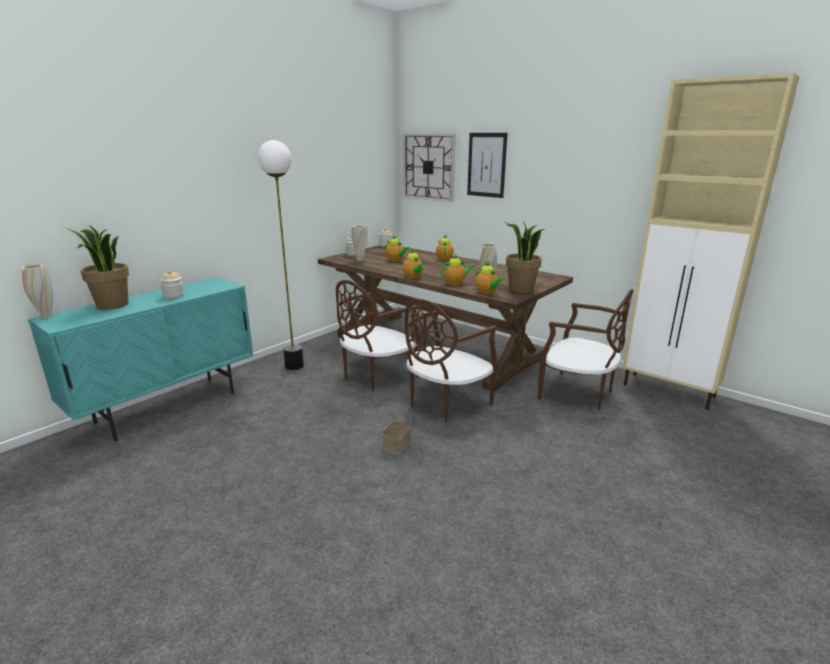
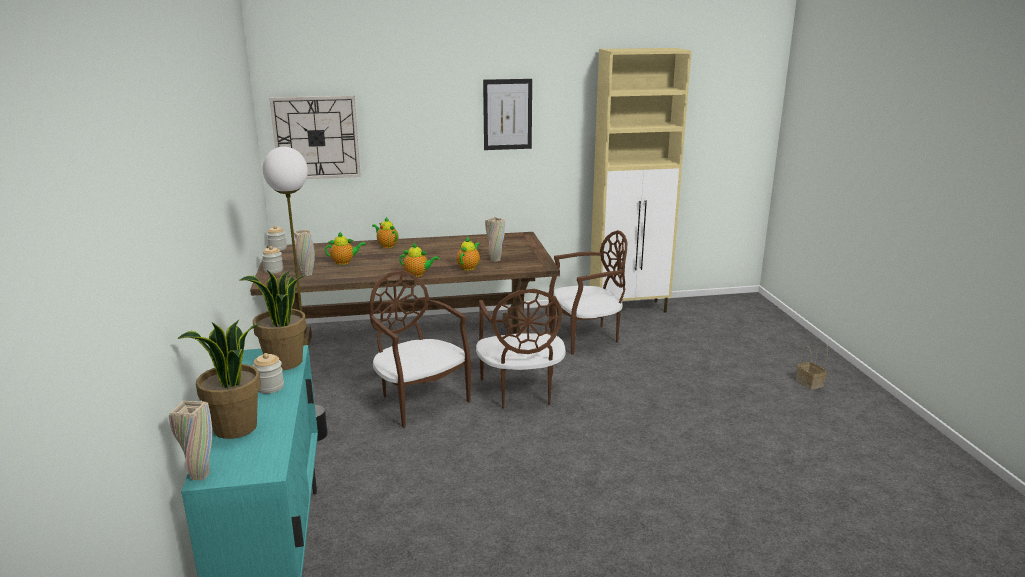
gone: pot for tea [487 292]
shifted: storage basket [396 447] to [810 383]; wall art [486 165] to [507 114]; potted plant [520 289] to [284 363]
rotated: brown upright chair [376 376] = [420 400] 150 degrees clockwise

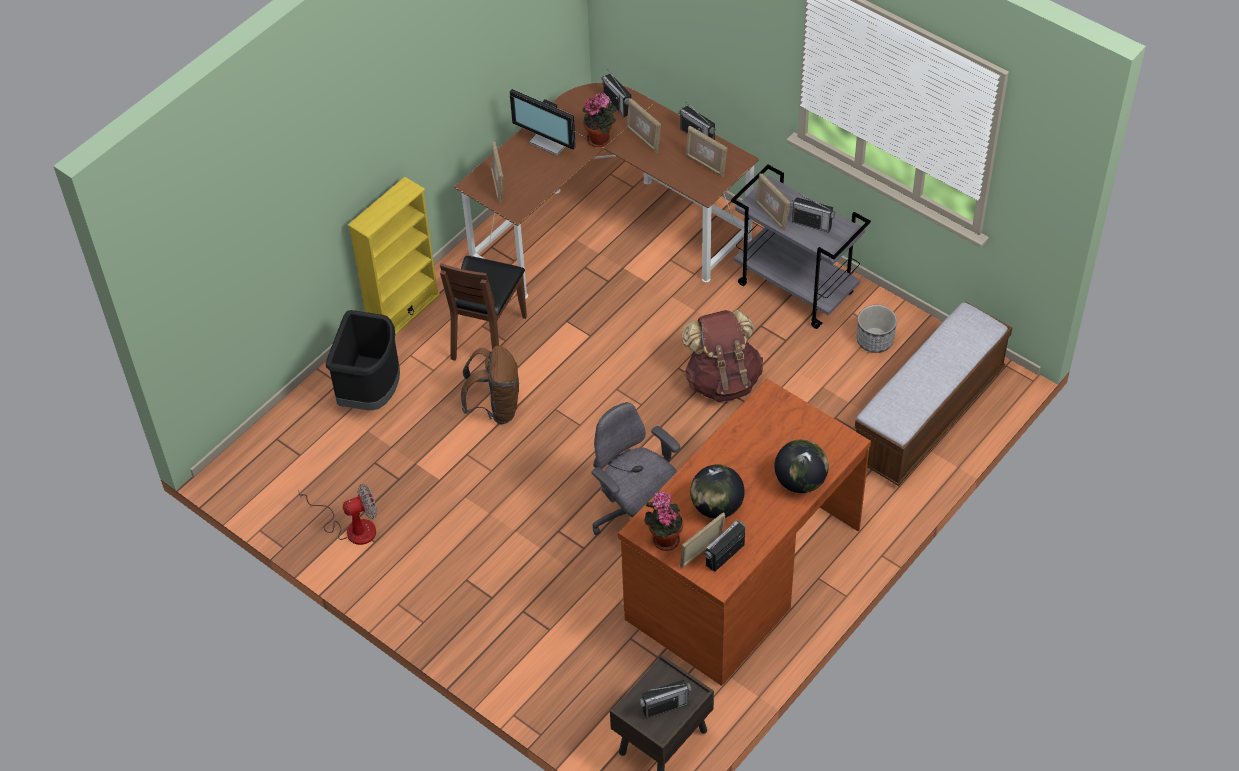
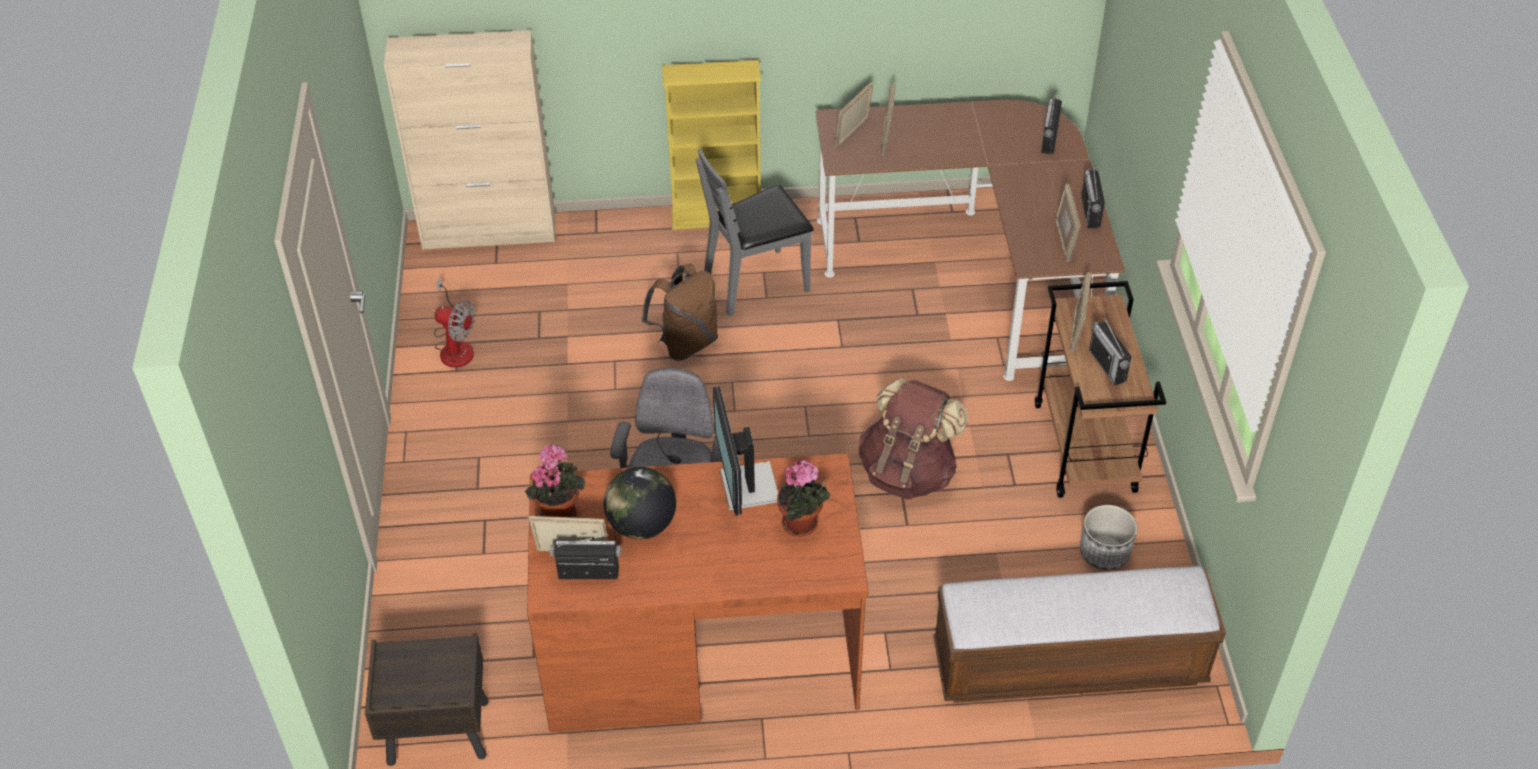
gone: black waste bin [371 392]; radio [665 706]; globe [800 481]
new: sand-coloured cupboard [490 232]
shifted: monitor [551 140] to [746 487]; potted plant [600 139] to [802 525]; picture frame [643 138] to [887 137]
repainted: brown upright chair [487 336] to grey upright chair [756 283]; grey wheeled cart [796 288] to brown wheeled cart [1086 448]

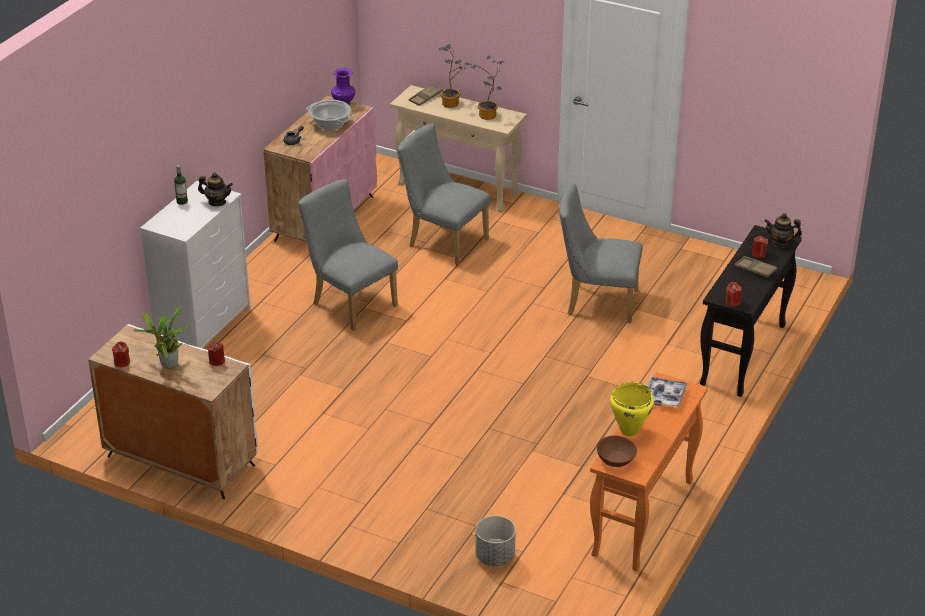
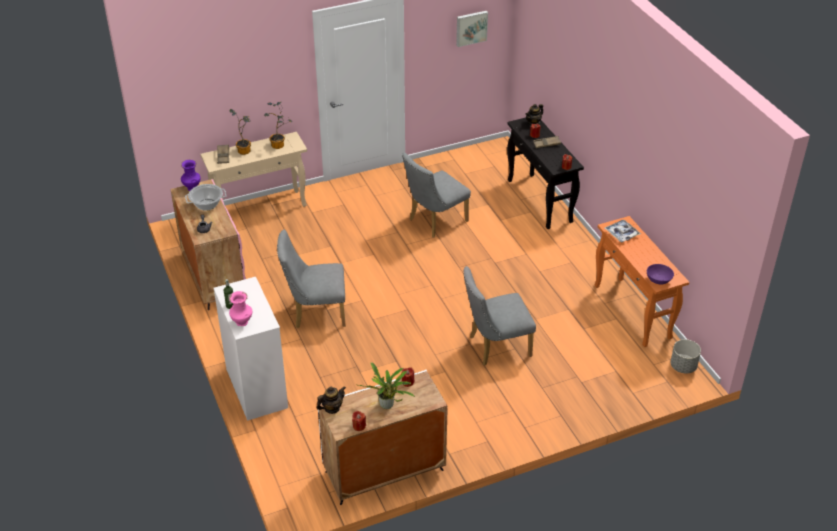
gone: yellowish saucepot [629 431]
new: pink-coloured decorative vase [242 323]; wall art [471 28]
shifted: pot for tea [217 202] to [332 408]; grey upright chair [443 241] to [495 347]; grey flower pot [494 557] to [683 366]
repainted: brown bowl [616 460] to purple-coloured bowl [658 279]

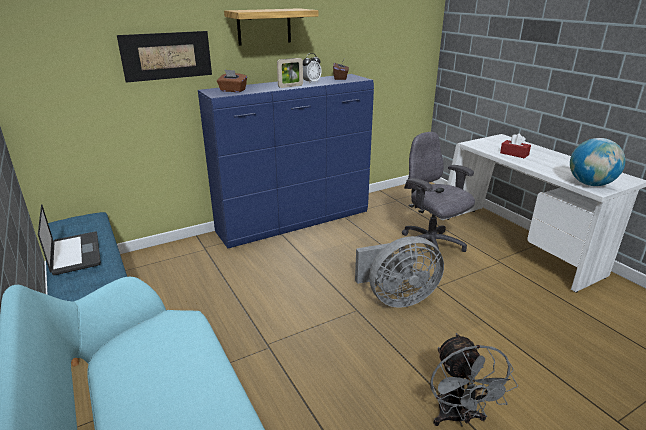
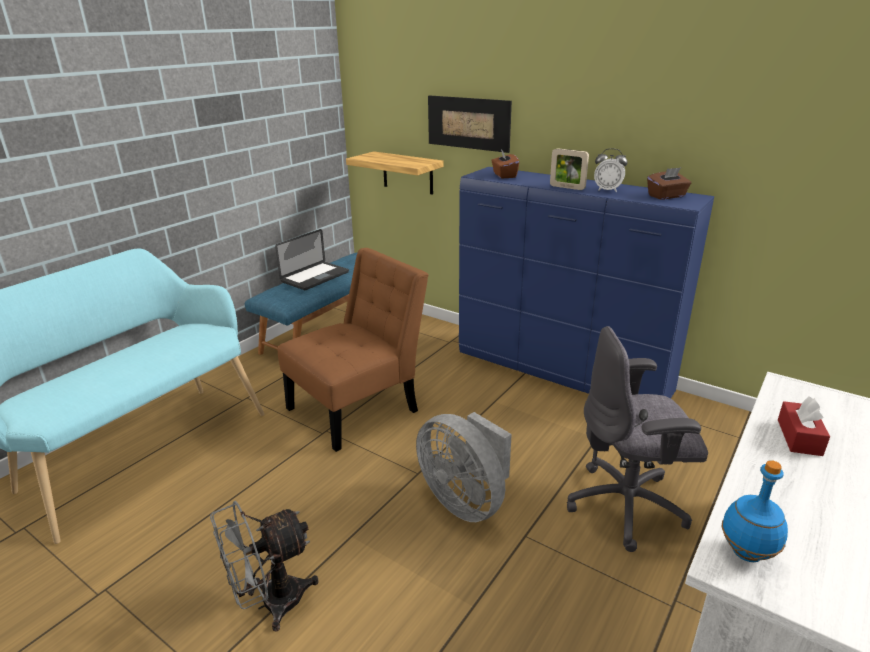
new: brown upright chair [358 407]
shifted: shelf [264 26] to [407 173]
swapped: globe [590 184] to bluish beverage bottle [746 553]
rotated: grey desk chair [430 247] = [628 506] 120 degrees counterclockwise

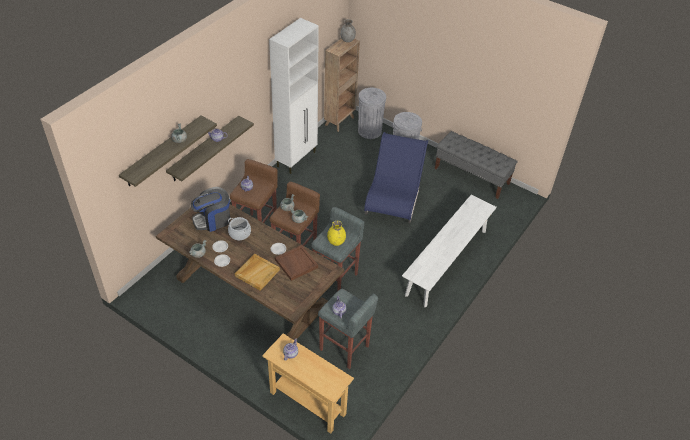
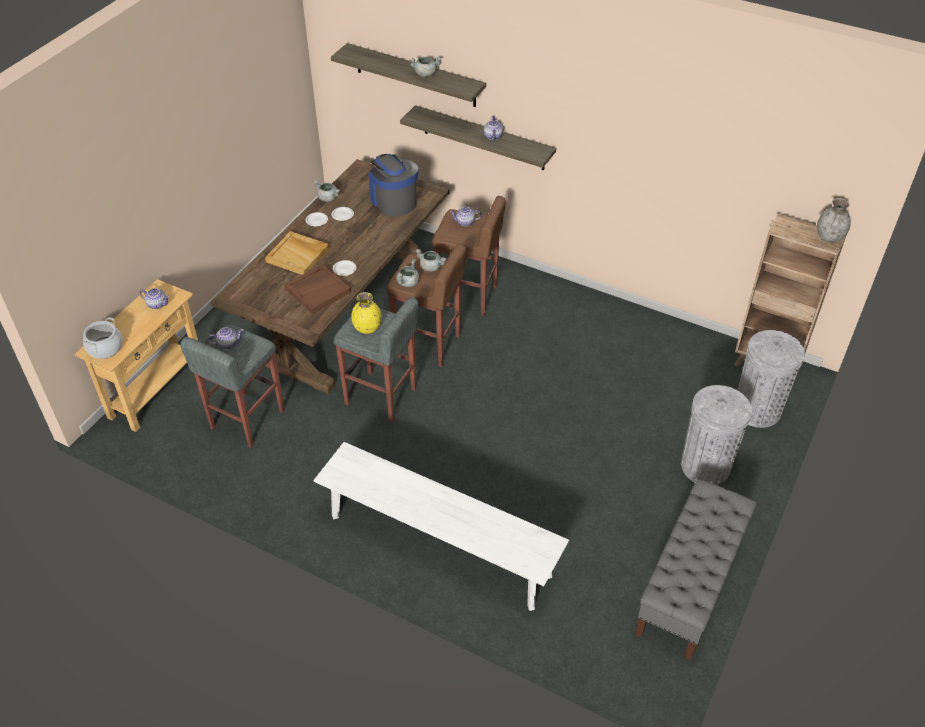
gone: white cupboard [296 159]; bluish upright chair [393 200]
shifted: saucepot [239 233] to [105 348]

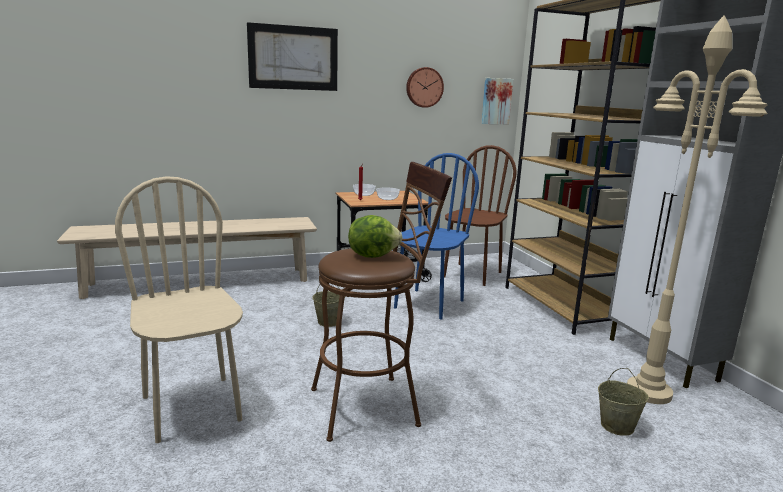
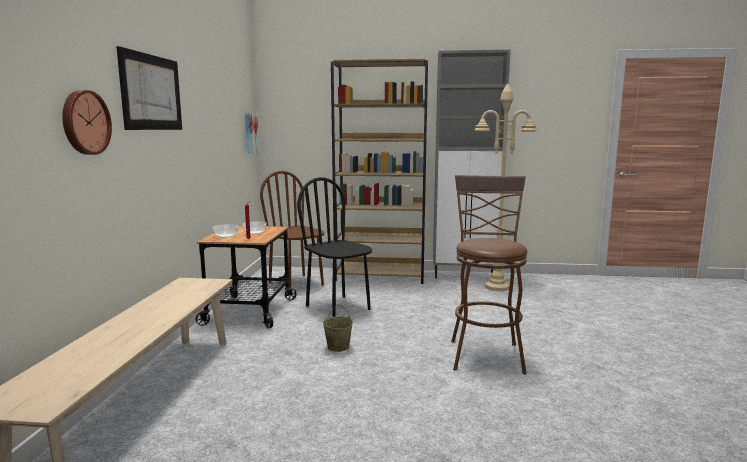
gone: sand-coloured upright chair [192 408]; lettuce head [372 255]; sand-coloured pail [617 426]
shifted: hanging clock [424 87] to [84 122]
repainted: bluish upright chair [428 304] to black upright chair [338 307]

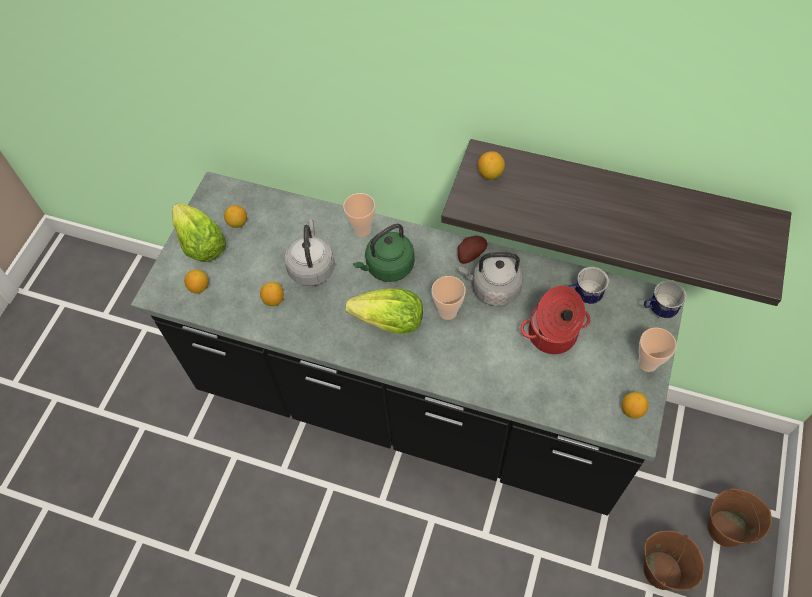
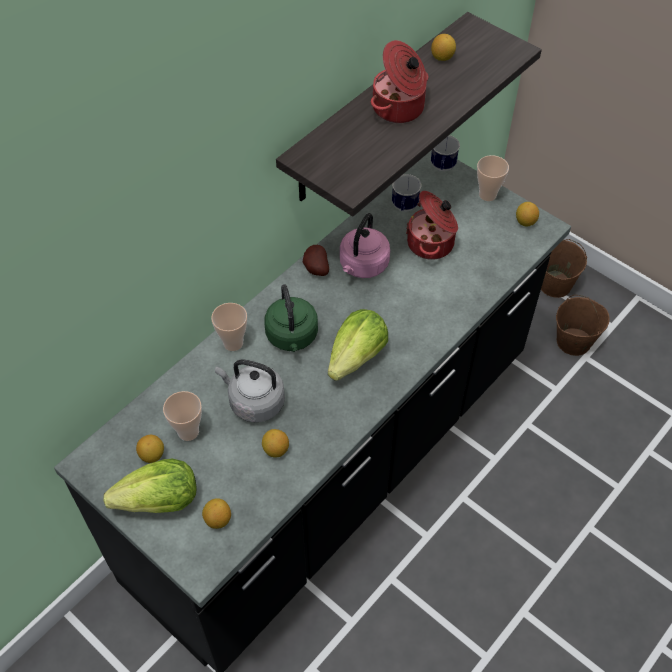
new: saucepot [399 108]
shifted: drinking cup [447 311] to [188 431]; citrus fruit [490 174] to [442 57]
repainted: grey kettle [493 289] to pink-coloured kettle [362 266]

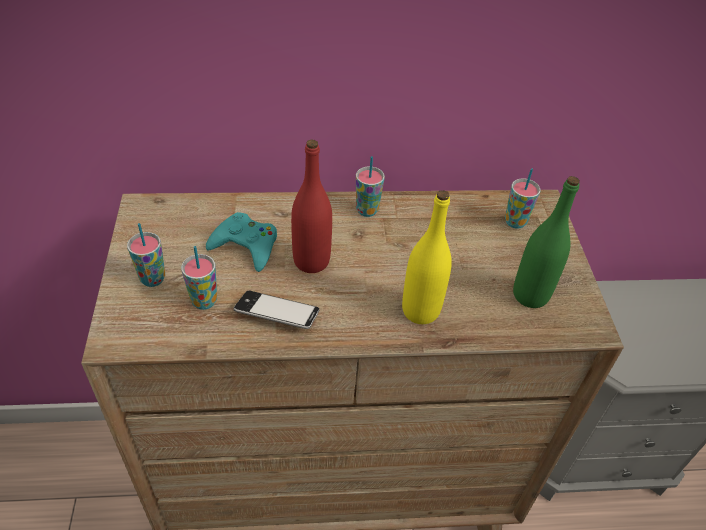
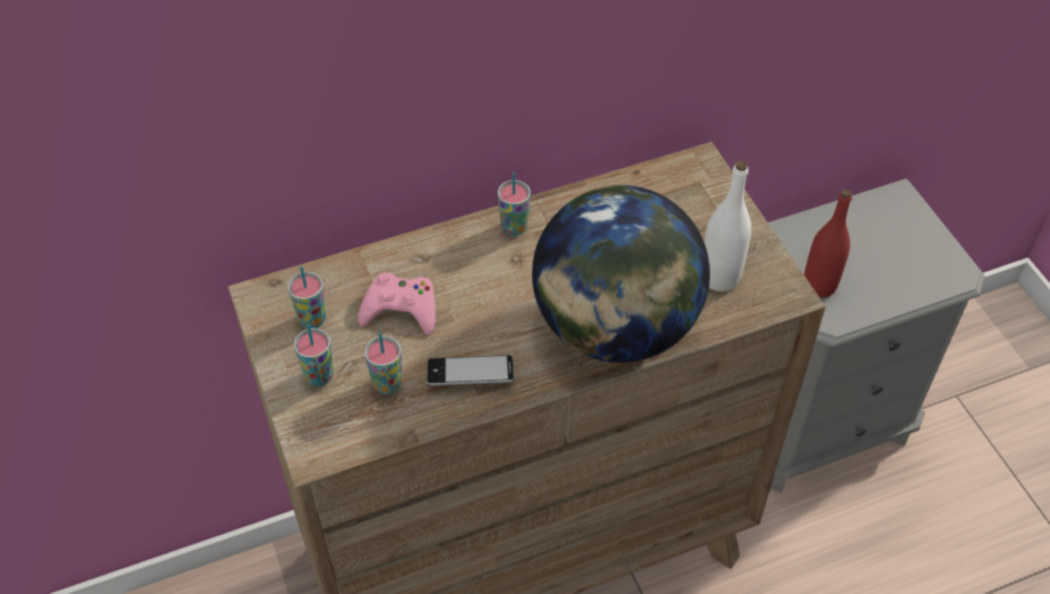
shifted: reddish beverage bottle [311 261] to [819 285]; drinking cup [515 222] to [312 319]
swapped: yellowish beverage bottle [420 310] to globe [615 327]
repainted: blue-green joypad [246 246] to pink-coloured joypad [401 309]; greenish beverage bottle [530 295] to white beverage bottle [720 277]

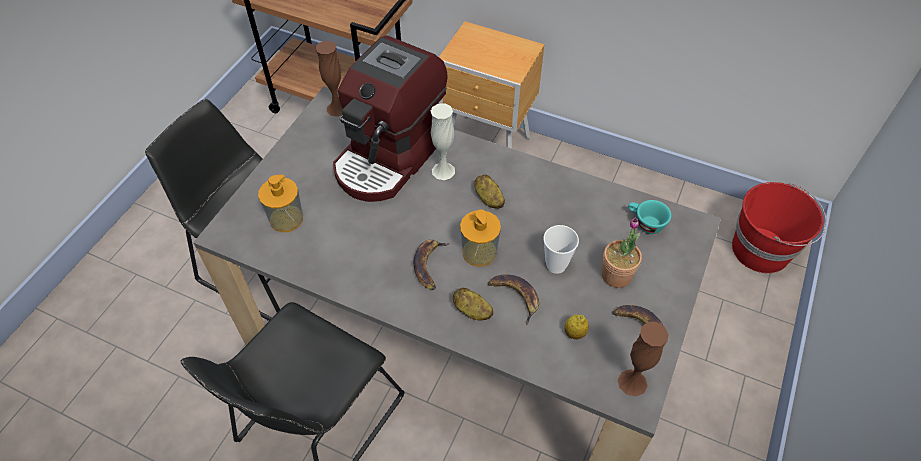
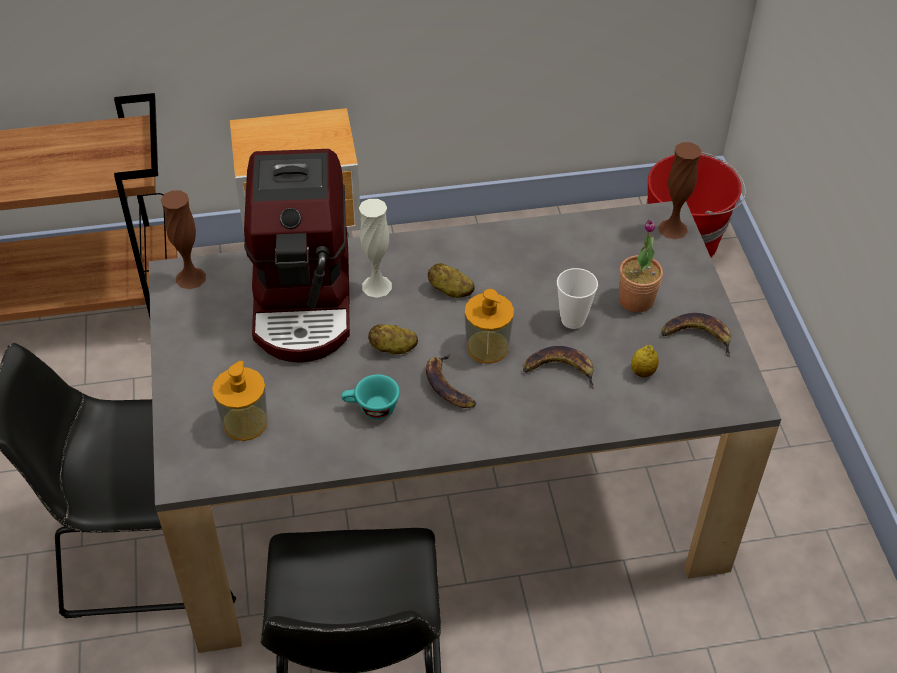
shifted: whole potato [472 311] to [393 348]; brown decorative vase [632 382] to [673 229]; blue-green drinking cup [645 223] to [371 409]

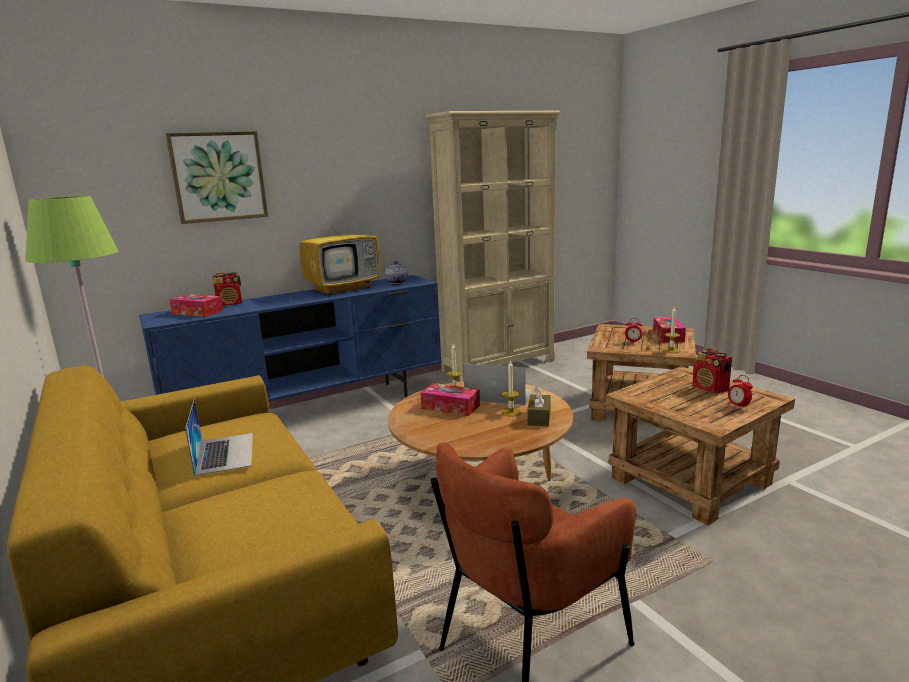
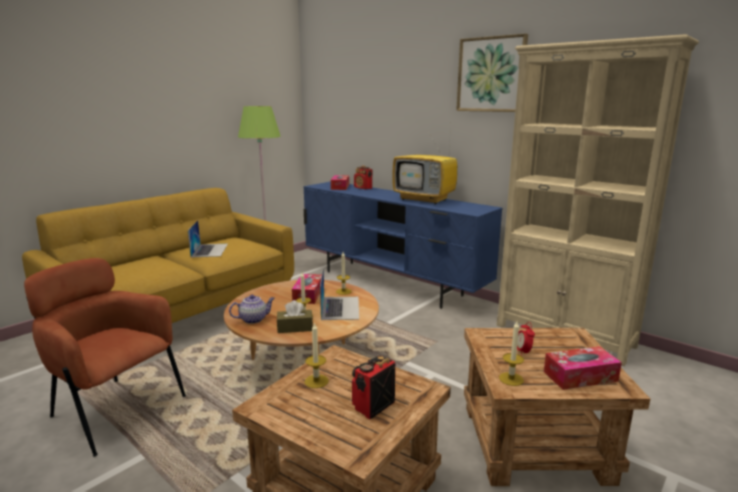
gone: table clock [738 406]
new: candle [316 381]
shifted: wall art [218 177] to [491 74]; pot for tea [396 282] to [254 319]
rotated: portable computer [225 453] = [209 250] 60 degrees counterclockwise

